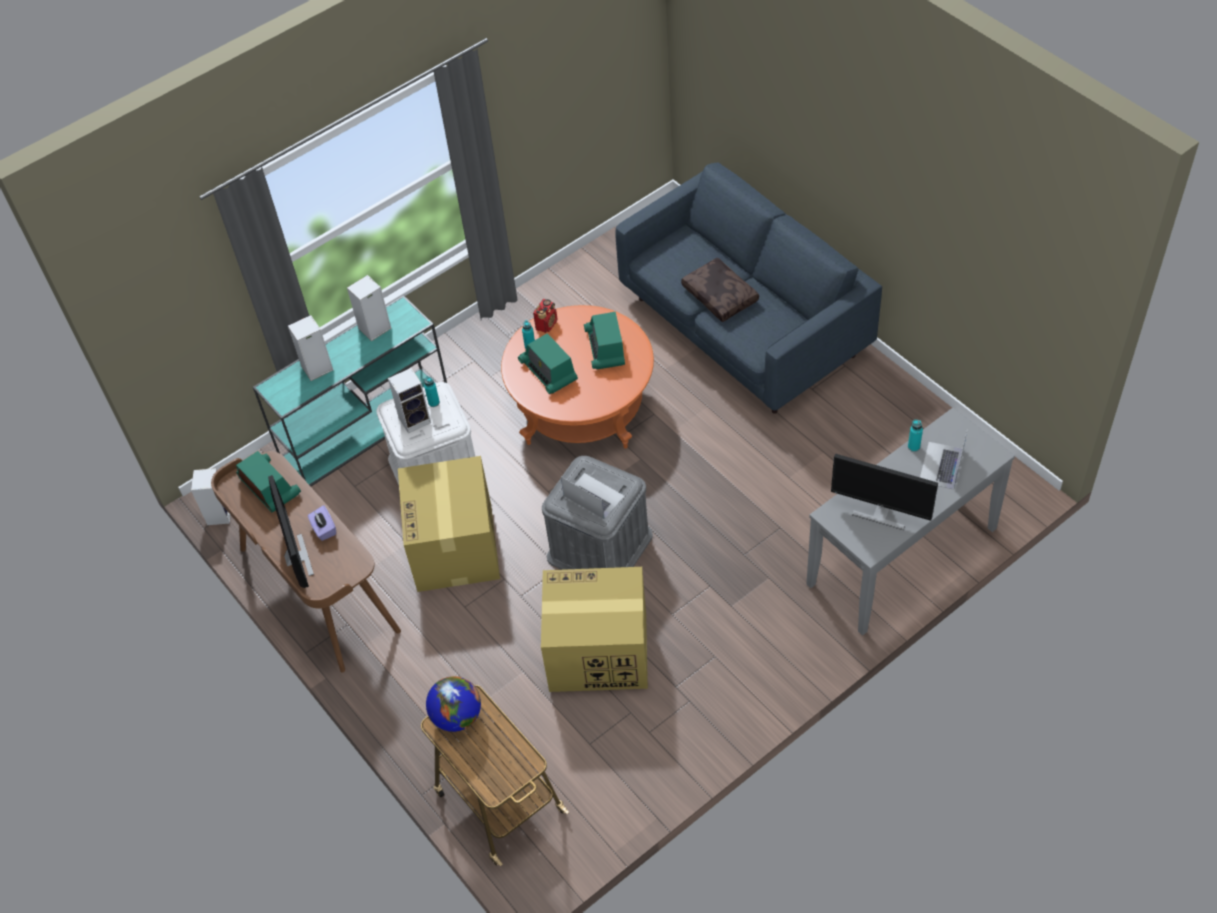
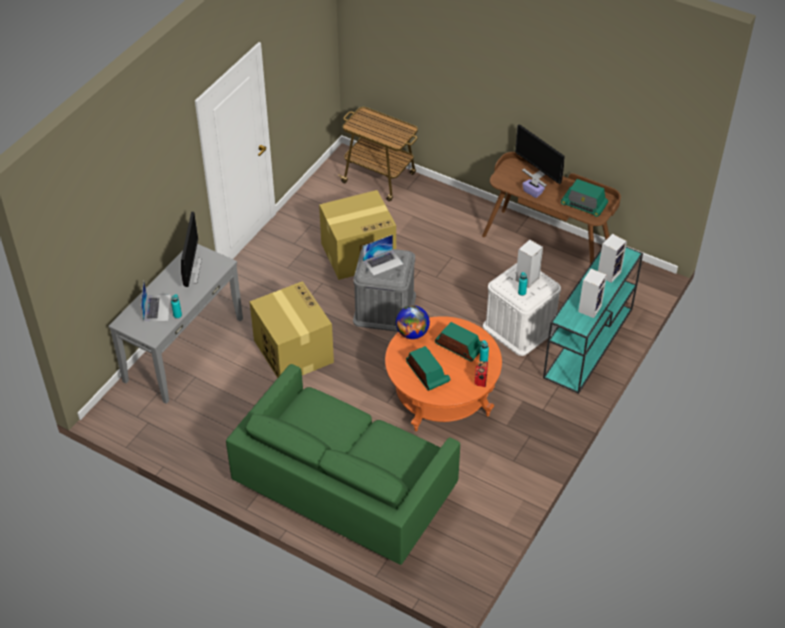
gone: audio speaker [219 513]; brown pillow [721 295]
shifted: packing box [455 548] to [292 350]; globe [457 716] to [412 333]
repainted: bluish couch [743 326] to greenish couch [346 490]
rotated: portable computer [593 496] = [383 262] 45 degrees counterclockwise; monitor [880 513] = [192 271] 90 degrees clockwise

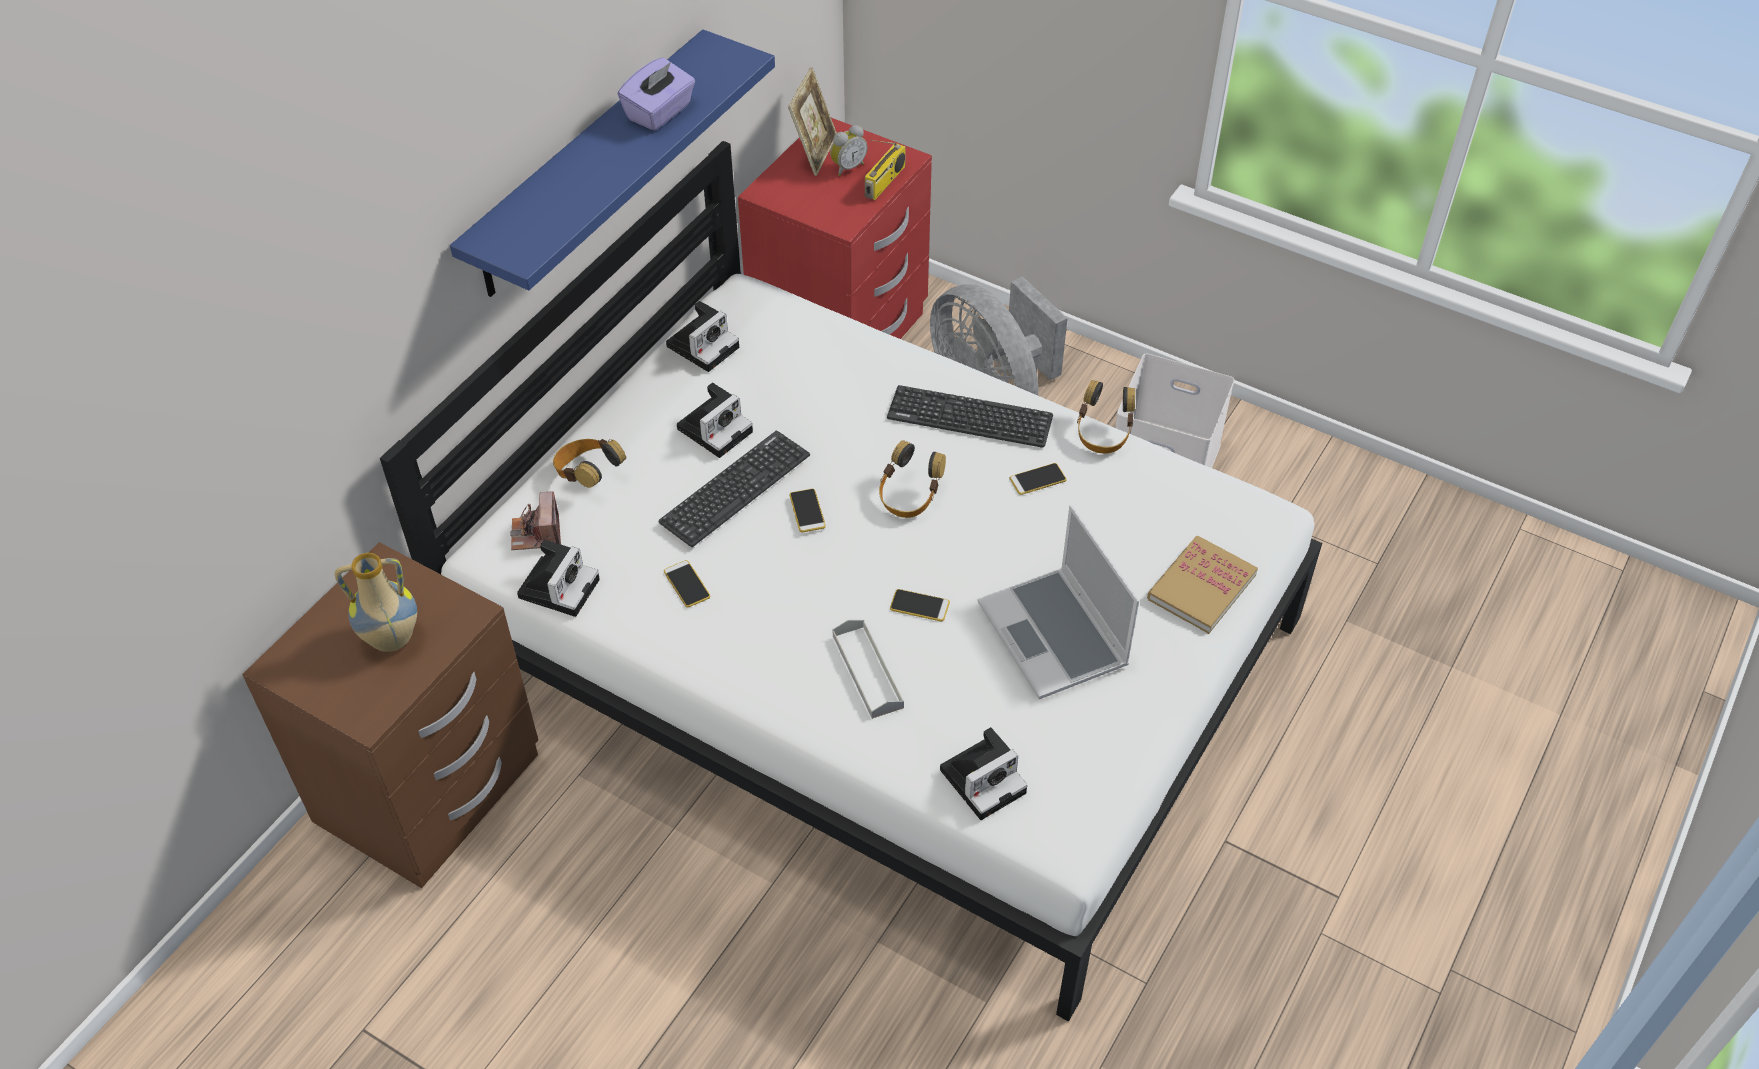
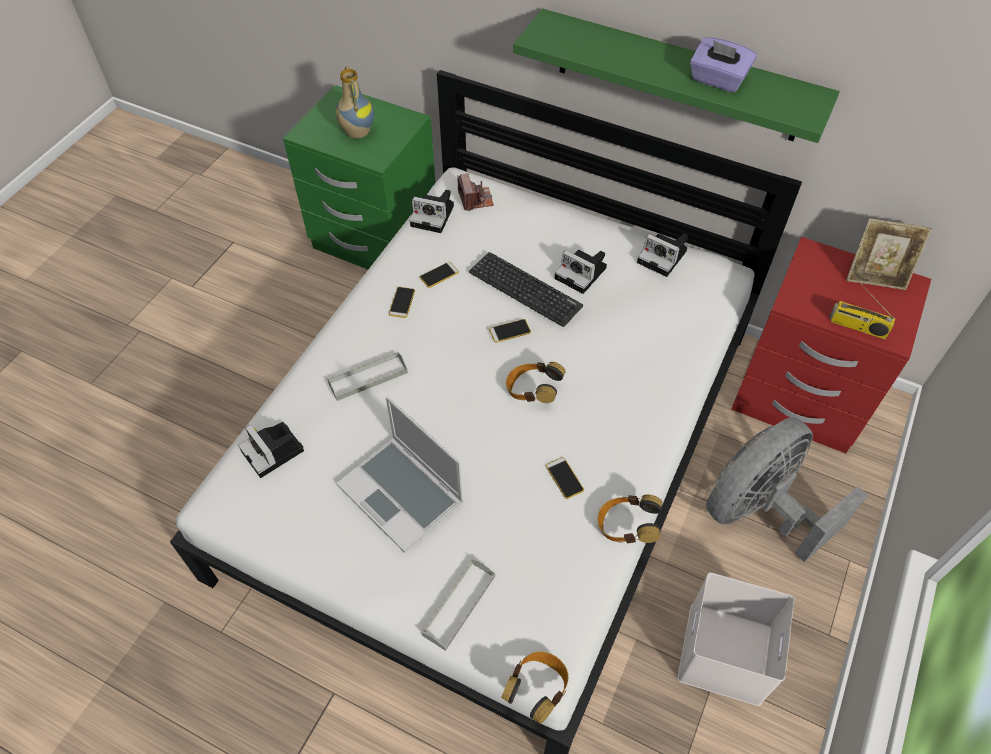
gone: table clock [847 167]; computer keyboard [969 417]
shifted: headset [588 475] to [537 689]; handset [919 606] to [402 302]
swapped: bound book [1201 587] to grey tray [459 605]
repainted: brown bedside table [430 790] to greenish bedside table [375 240]; bluish shelf [589 165] to greenish shelf [678 76]
rotated: photo camera [537 534] = [475 199] 90 degrees clockwise; portable computer [1055 636] = [403 494] 105 degrees counterclockwise

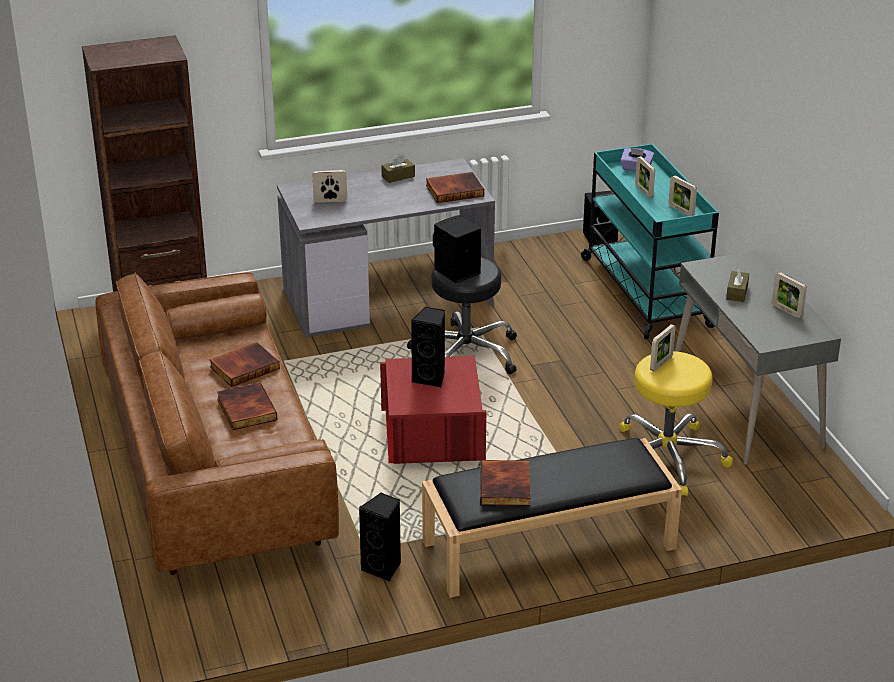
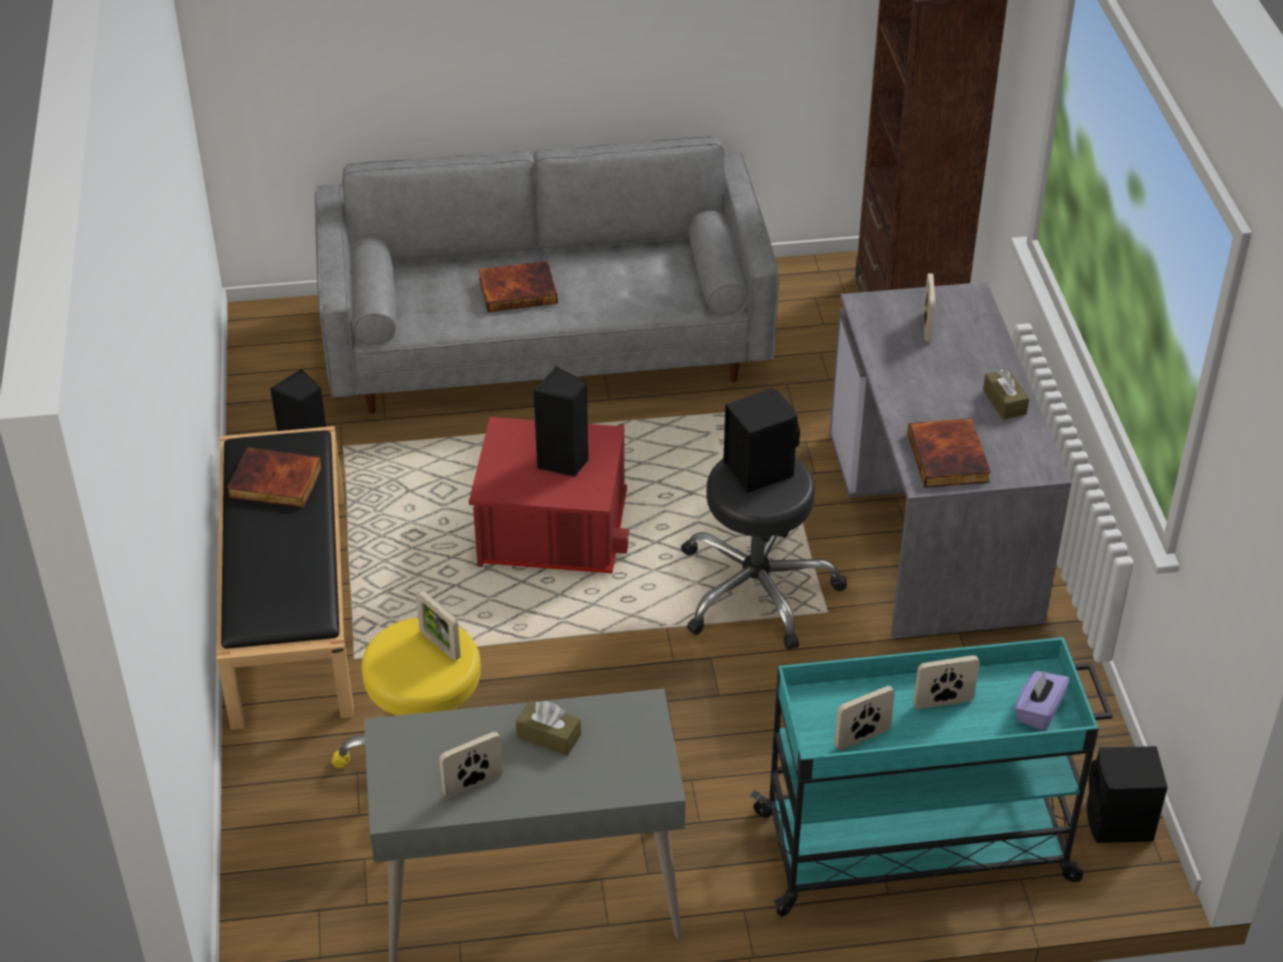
gone: bound book [244 367]
repainted: brown couch [216 468] to grey couch [545 342]

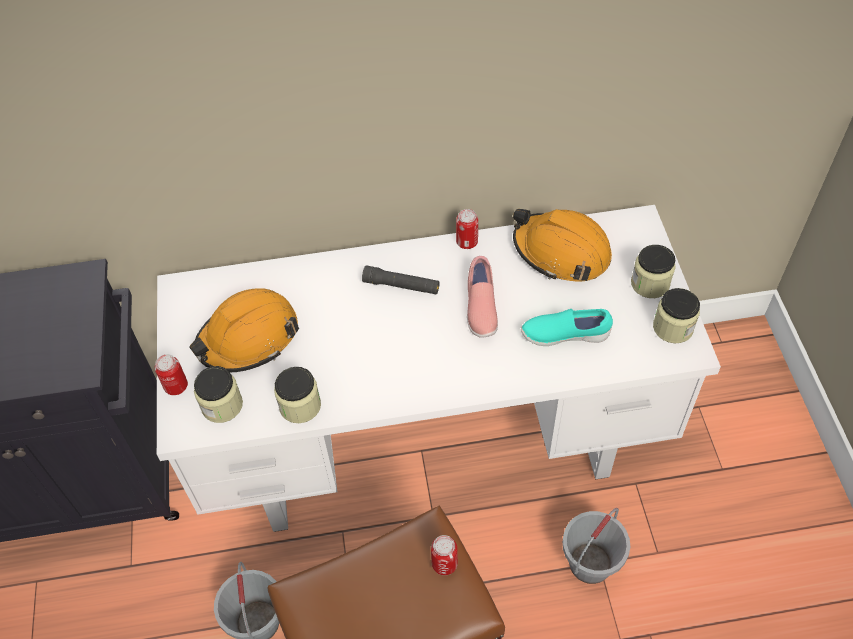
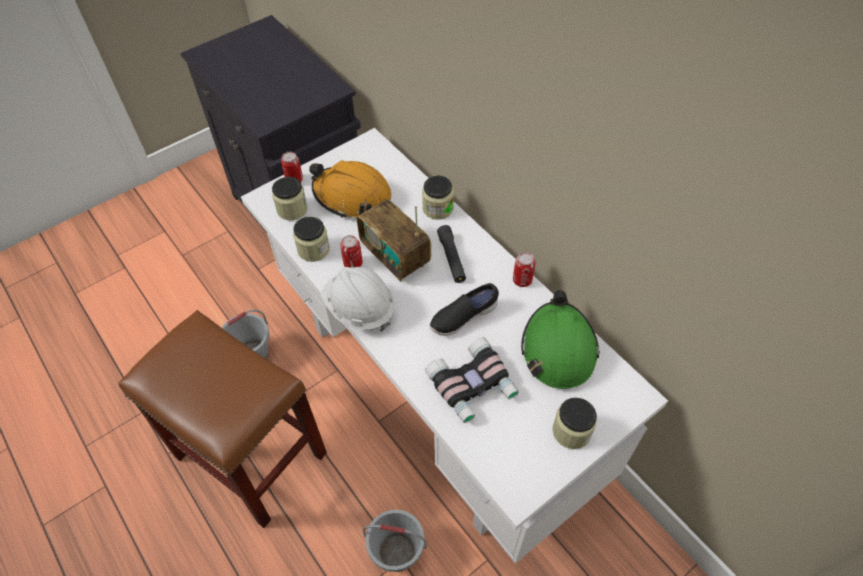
new: white work helmet [359 308]; radio [395 256]
shifted: sealed can [444 563] to [353 263]; jar [673 327] to [438 208]
swapped: blue-green shoe [564 335] to binoculars [473 386]
repainted: pink-coloured shoe [480 308] to black shoe [463 317]; orangey work helmet [561 252] to greenish work helmet [558 349]

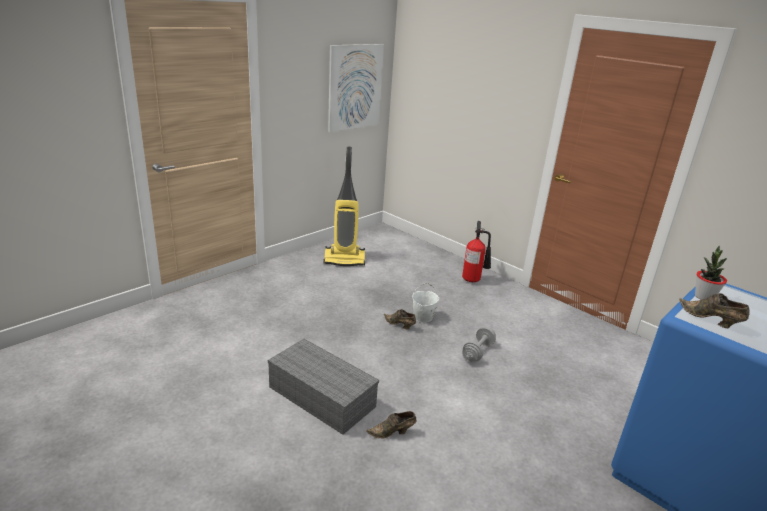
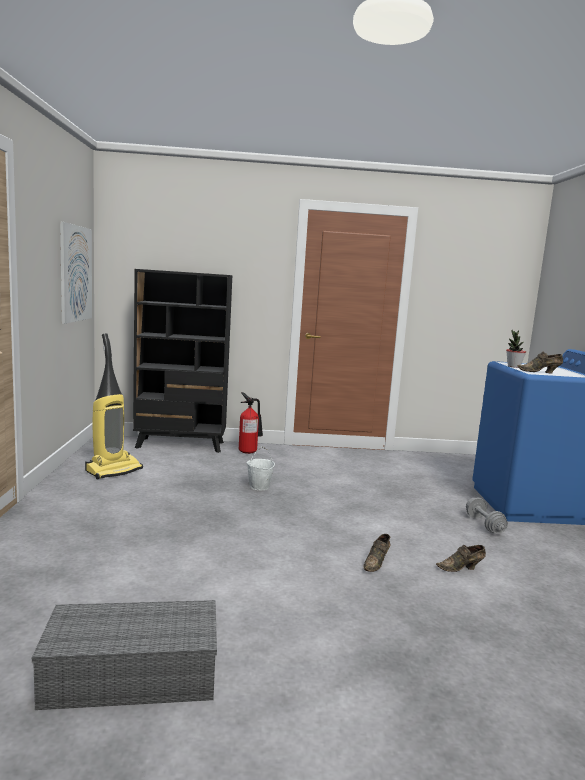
new: black shelving unit [181 445]
shifted: grey storage container [320 396] to [129 676]; brown shoe [399 325] to [461 568]; grey free weight [477 352] to [484 525]

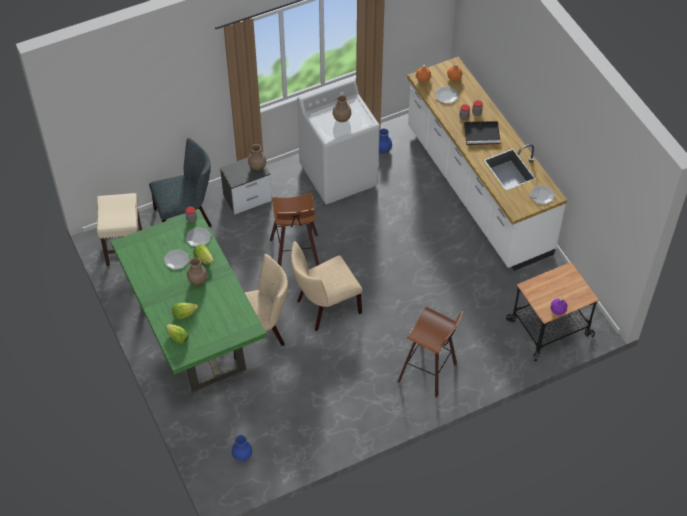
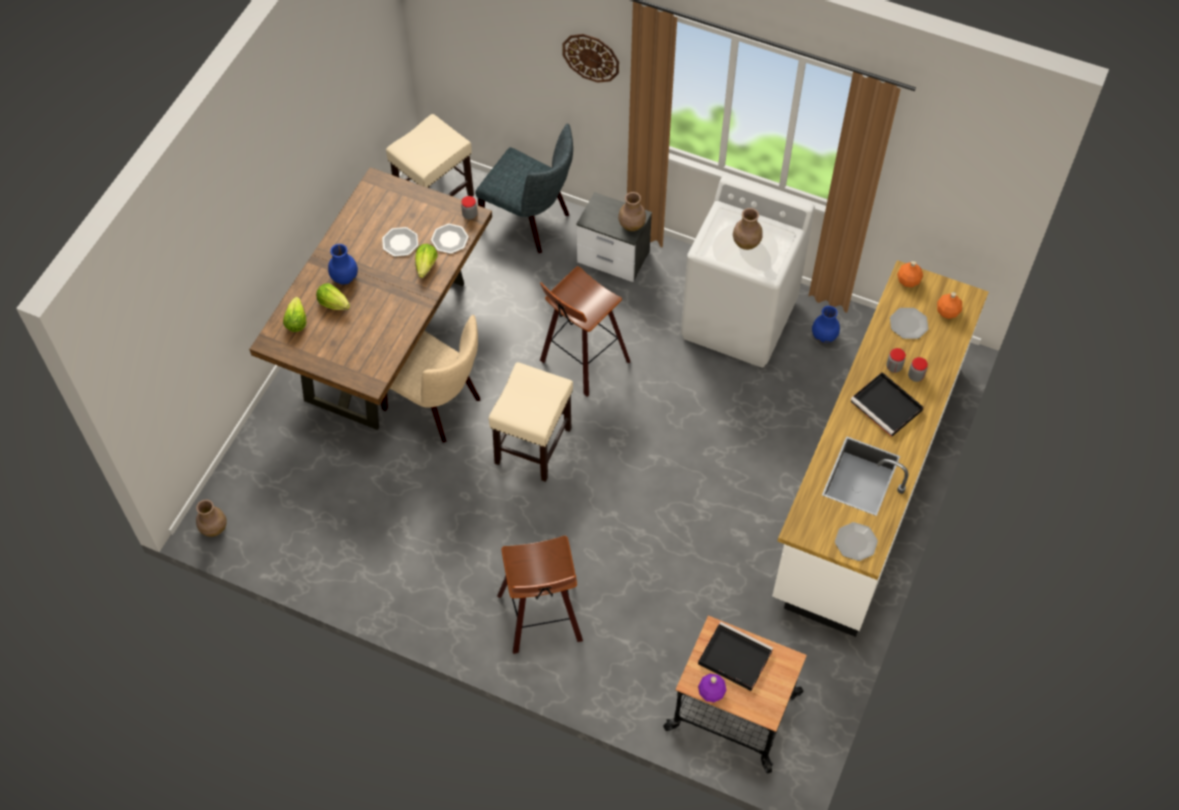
new: hanging clock [591 57]; black tray [733 657]
shifted: brown decorative vase [197 280] to [214 528]; bluish decorative vase [242 456] to [344 278]
swapped: sand-coloured upright chair [325 307] to sand-coloured sitting stool [533 445]
repainted: greenish dining table [193 329] to brown dining table [386 340]

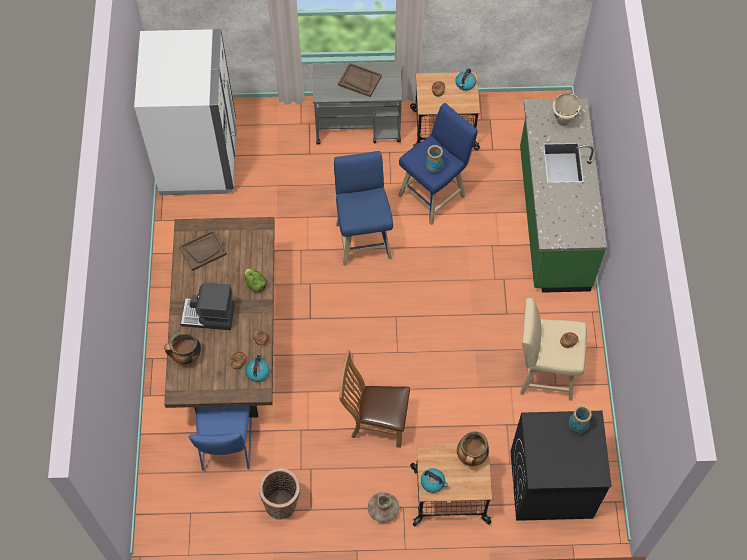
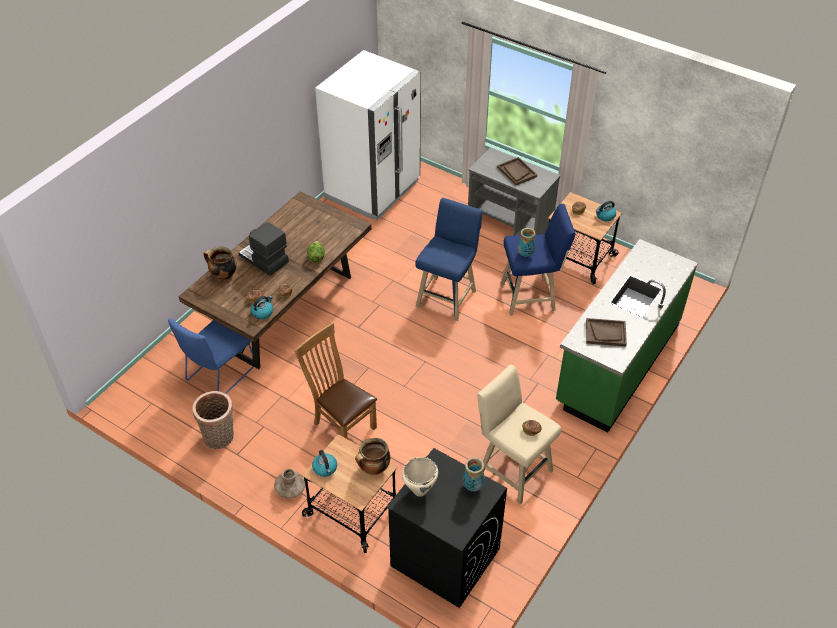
shifted: brown tray [203 251] to [605 333]; sand-coloured saucepot [563 121] to [420 490]

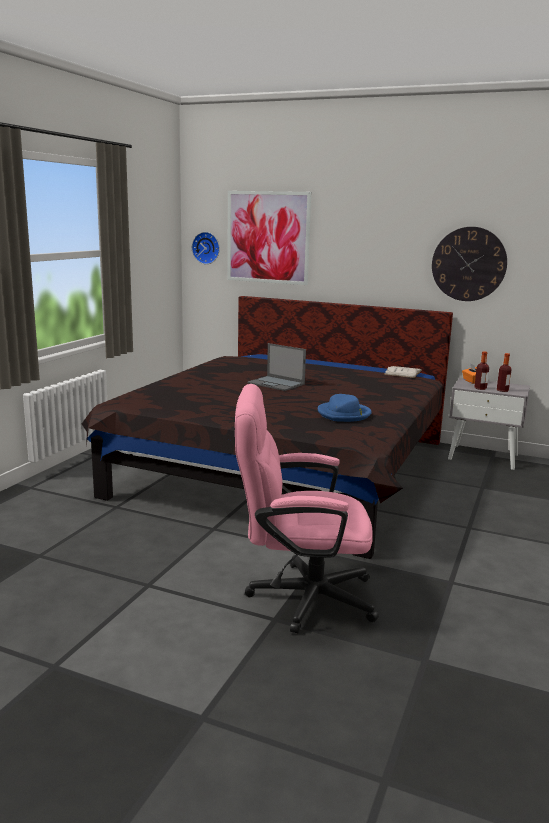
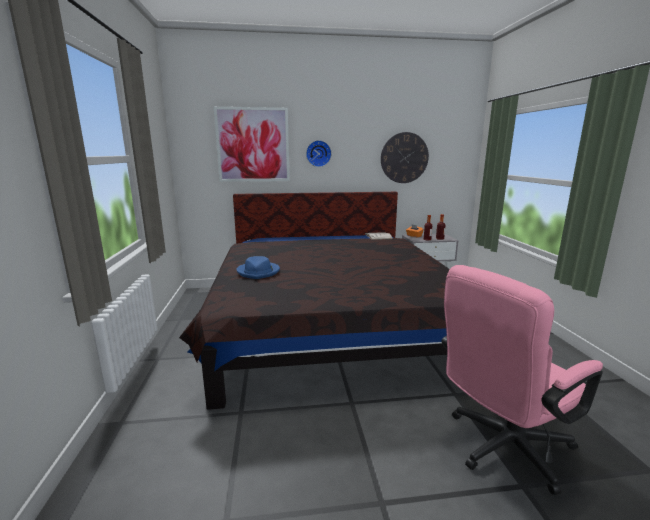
gone: portable computer [276 384]
shifted: hanging clock [206 248] to [318 153]; bluish hat [344 414] to [258 272]

